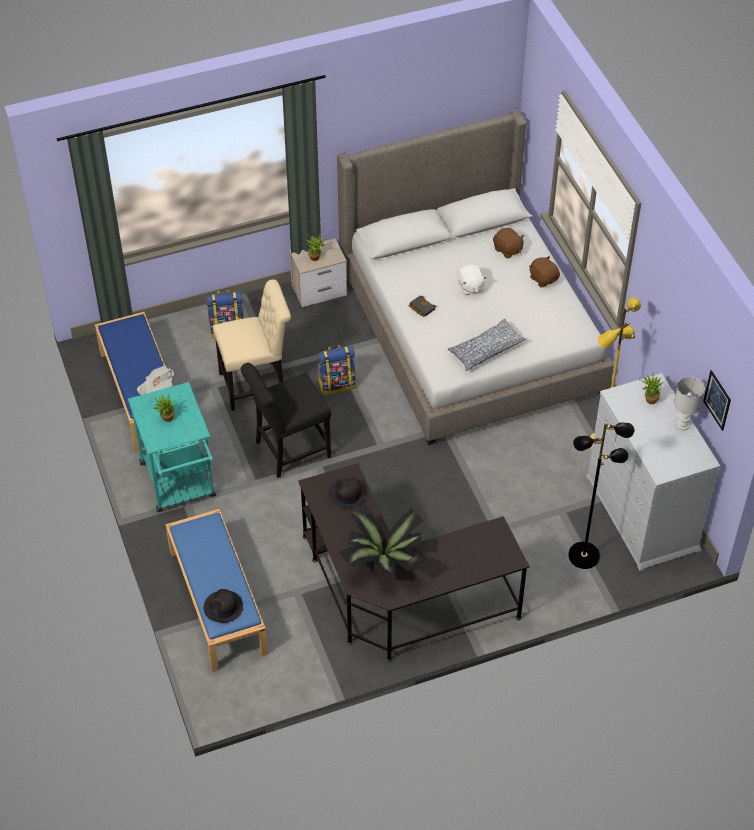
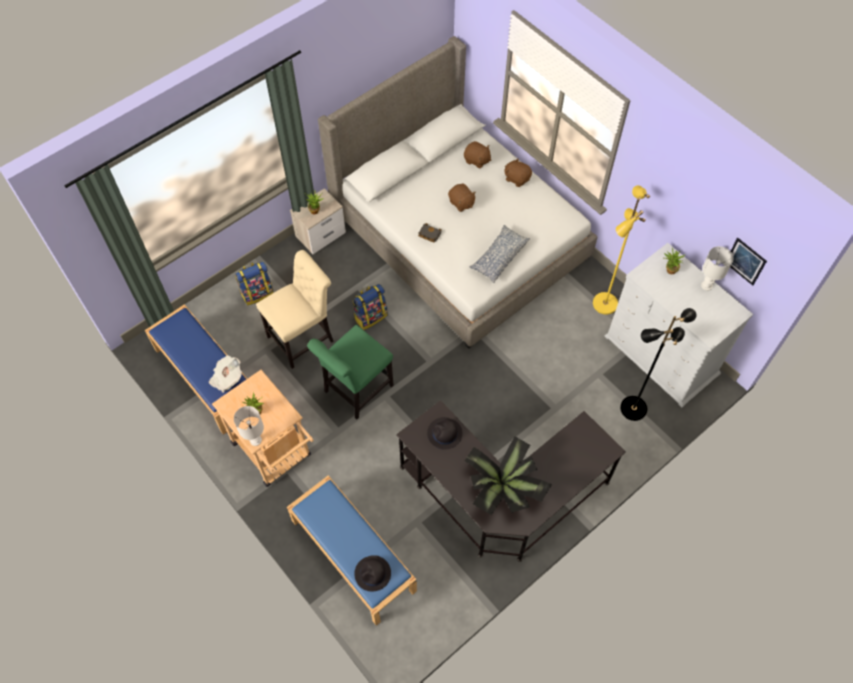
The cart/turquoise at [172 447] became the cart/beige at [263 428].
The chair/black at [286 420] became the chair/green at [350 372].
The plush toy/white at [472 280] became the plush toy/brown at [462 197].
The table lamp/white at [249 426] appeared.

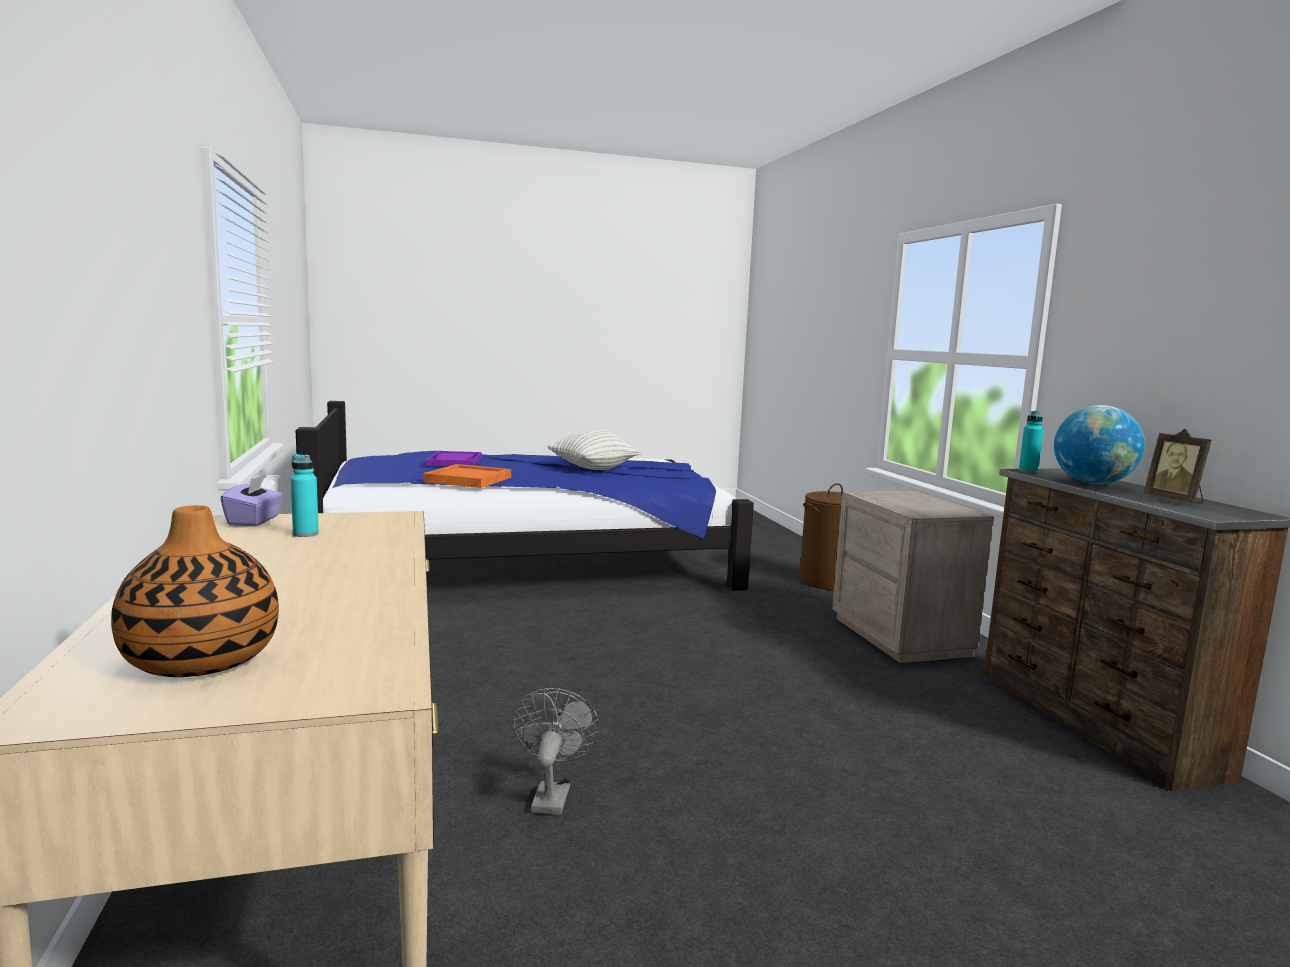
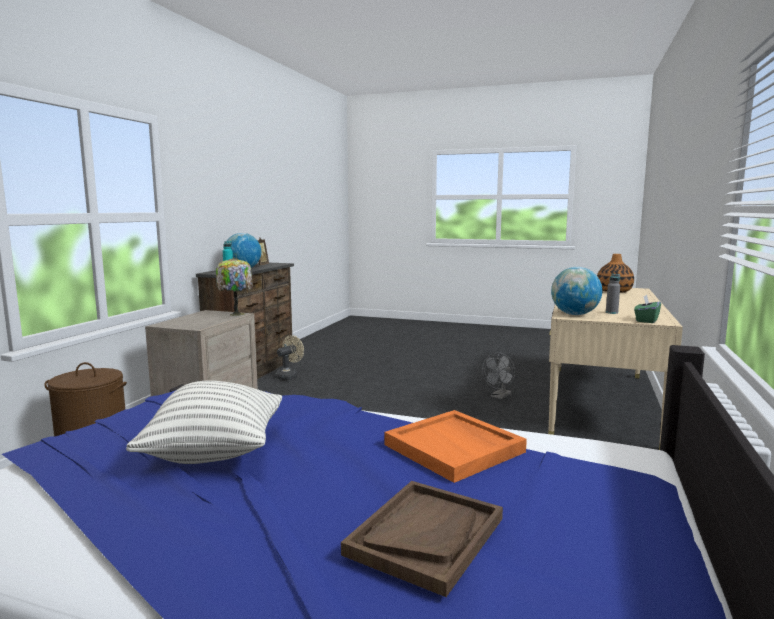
The tissue box/purple at [252 500] became the tissue box/green at [647 309].
The bottle/turquoise at [305 495] became the bottle/grey at [613 294].
The tray/purple at [453 458] became the tray/brown at [422 539].
The table lamp at [234 287] appeared.
The fan/beige at [289 357] appeared.
The globe at [576 291] appeared.

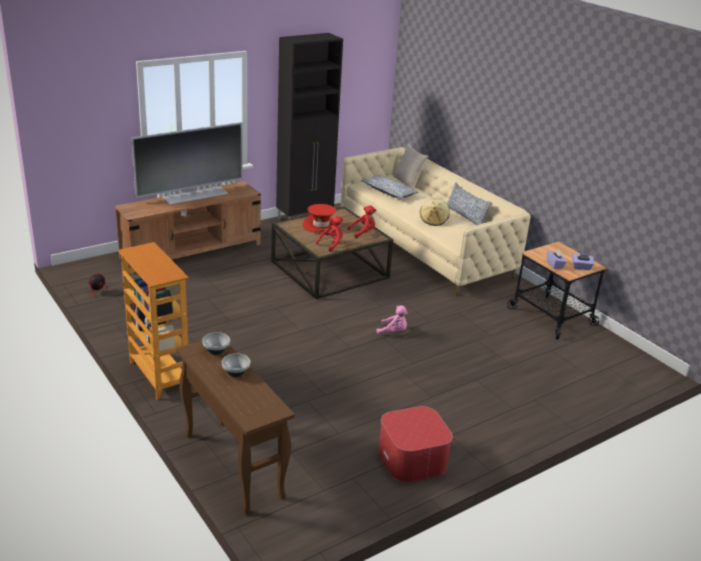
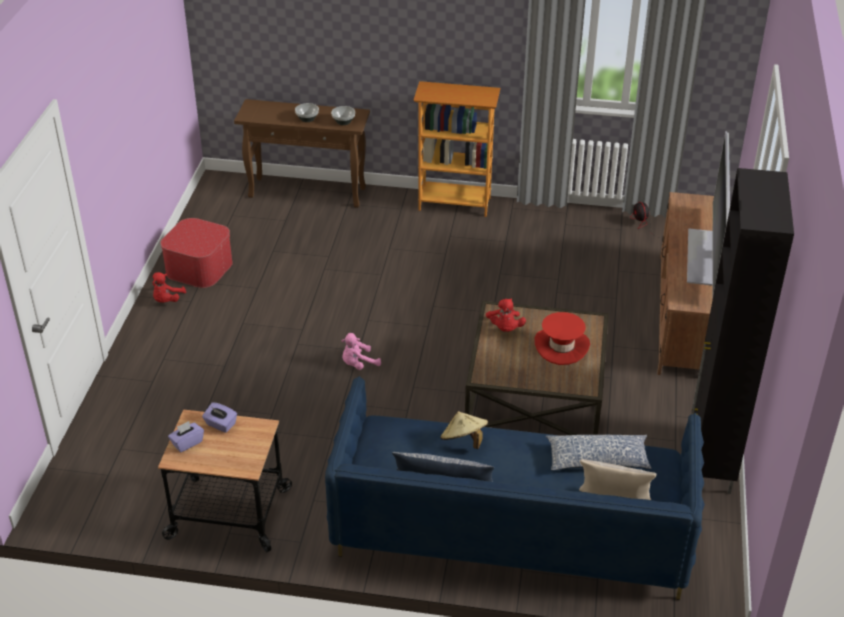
The sofa/beige at [436 221] became the sofa/blue at [515 488].
The plush toy/red moved from [362 221] to [169 287].

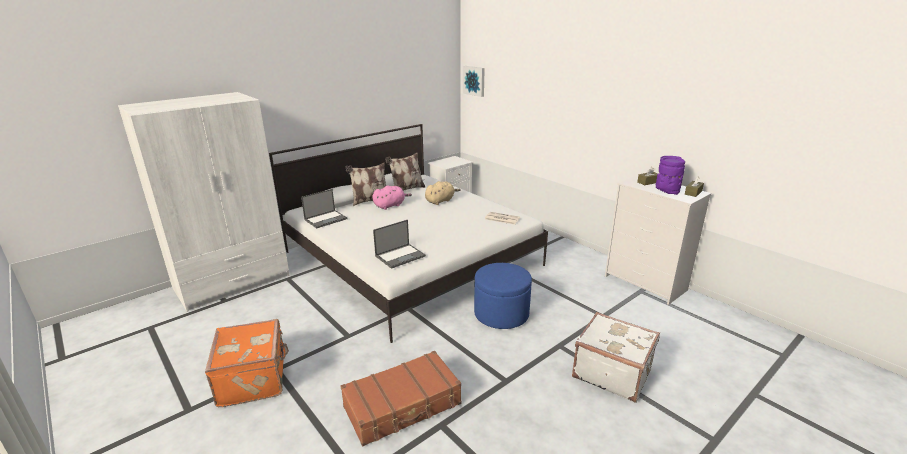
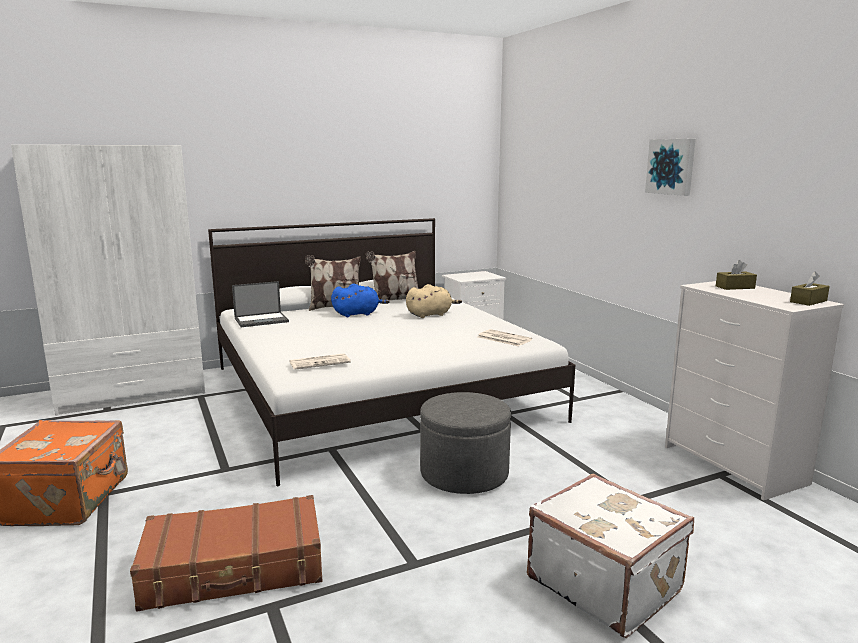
The plush toy/pink at [392 197] became the plush toy/blue at [360 300].
The laptop at [399 244] was replaced by the newspaper at [320 362].
The picture moved from [474 81] to [670 167].
The ottoman/blue at [503 296] became the ottoman/grey at [465 443].
The vase/purple at [670 175] disappeared.

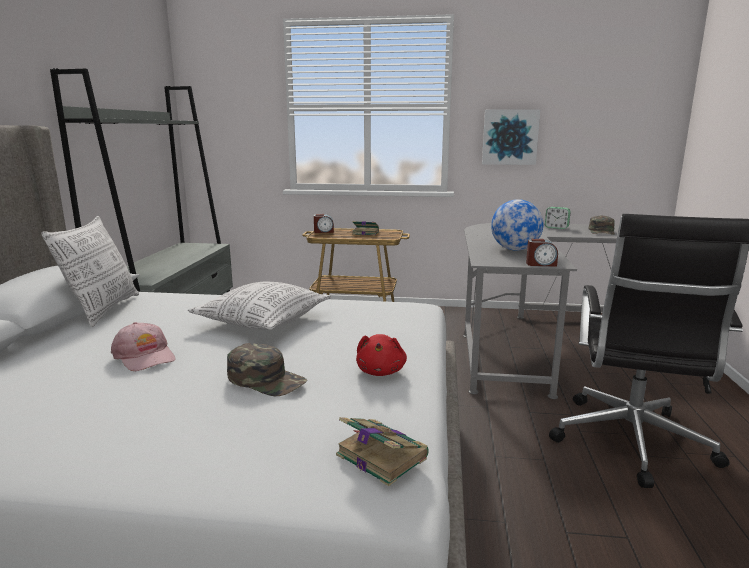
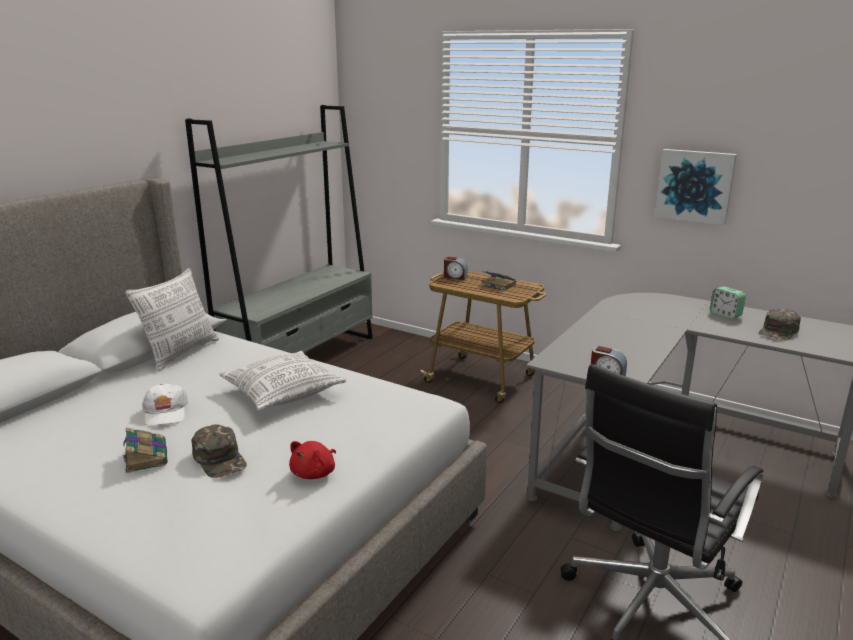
The cap/pink at [143 346] became the cap/white at [165 404].
The book moved from [382 451] to [145 450].
The globe at [517 225] disappeared.

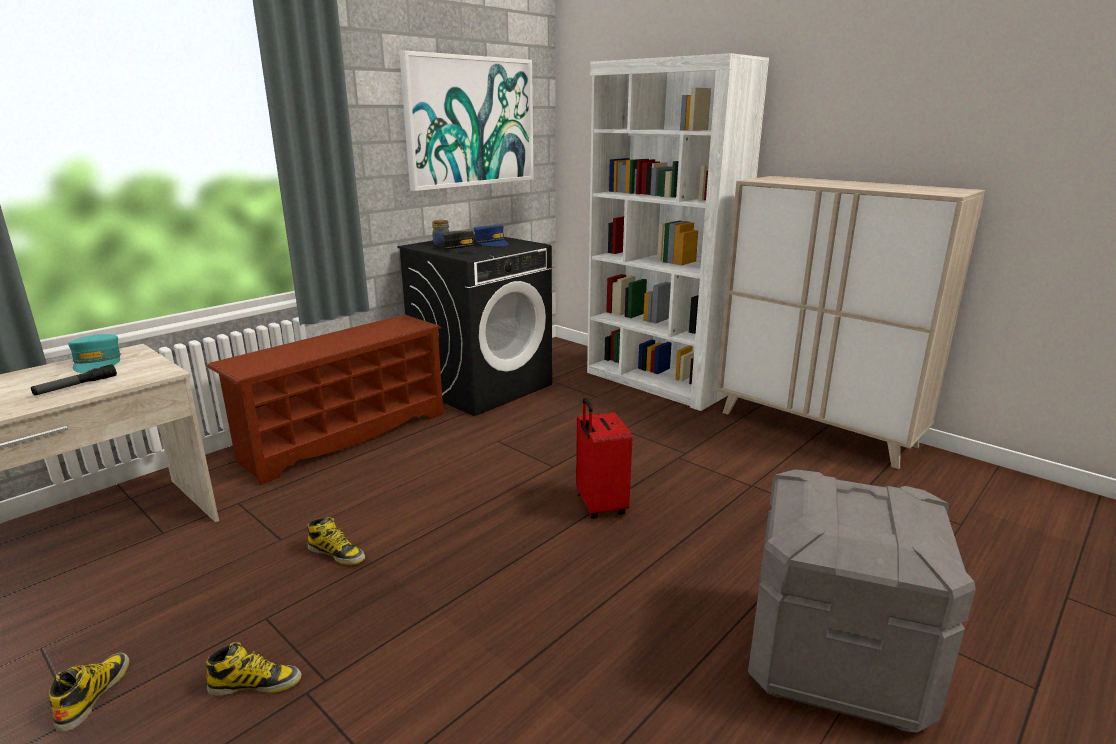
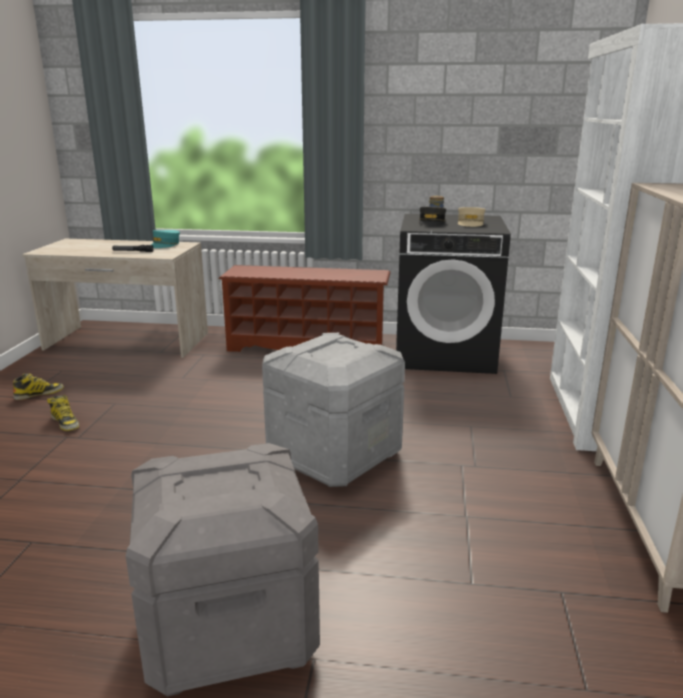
The boot at [336 541] disappeared.
The picture at [466 120] disappeared.
The cap/blue at [491 235] became the cap/beige at [471 217].
The suitcase/red at [604 458] was replaced by the storage box/grey at [333 410].

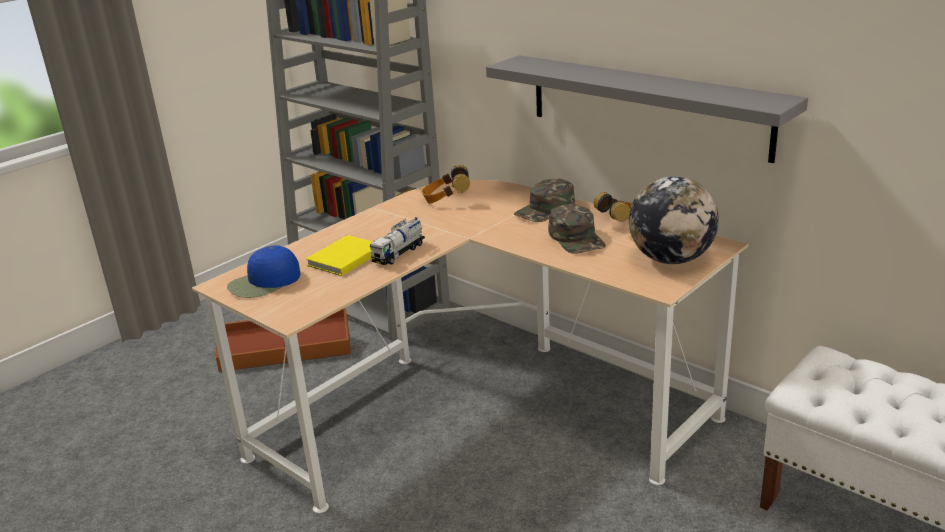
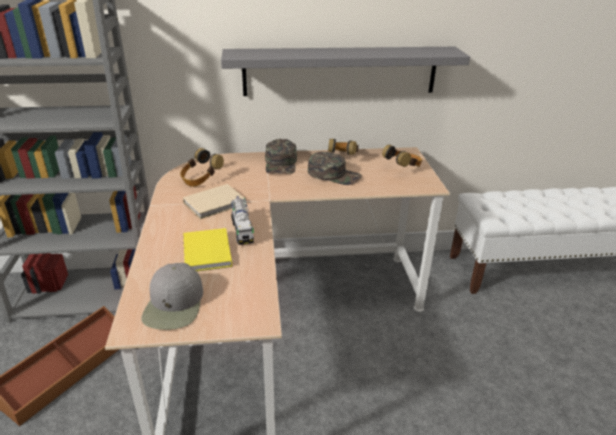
The cap/blue at [263 271] became the cap/grey at [172 296].
The globe at [674 220] was replaced by the headphones at [402 156].
The book/beige at [214 201] appeared.

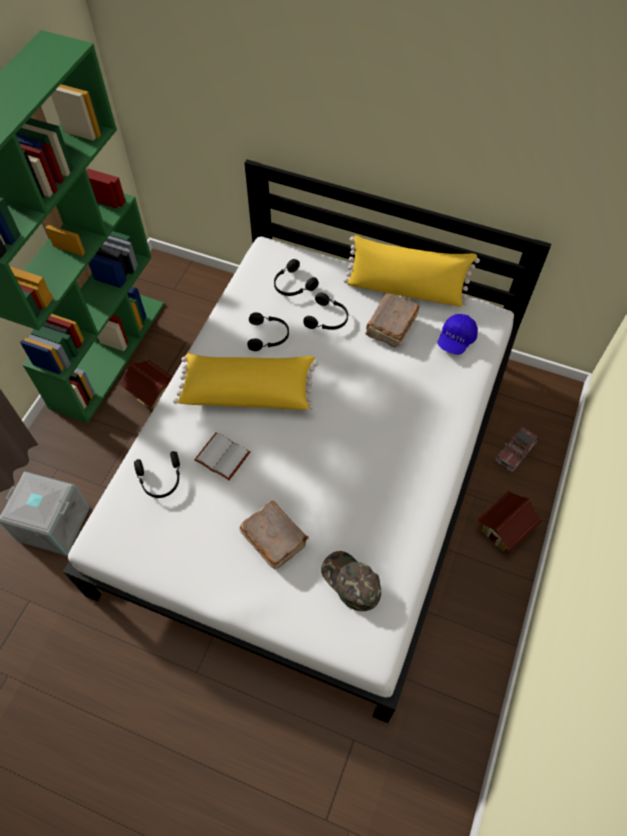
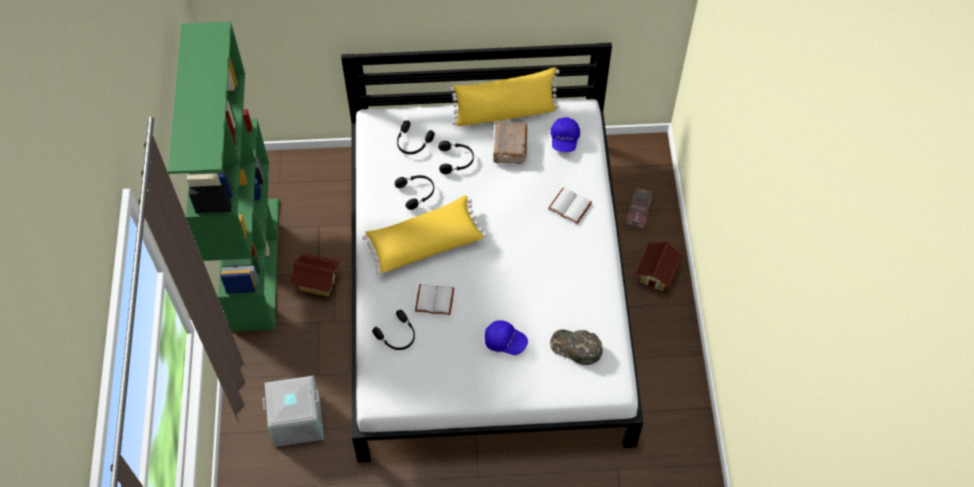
The book/brown at [274 535] was replaced by the cap/blue at [506 337].
The book/white at [570 206] appeared.

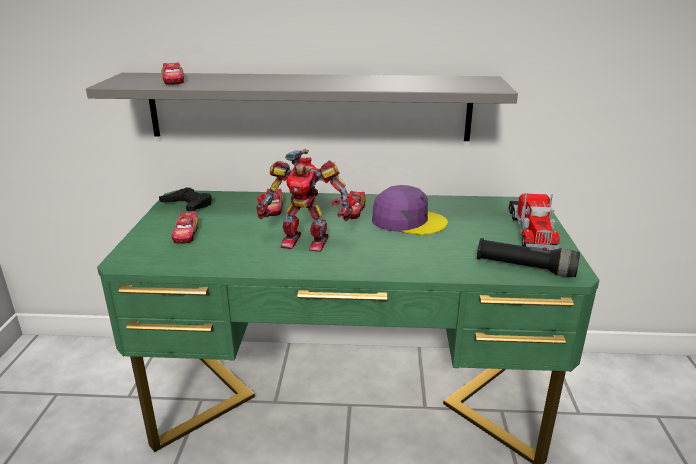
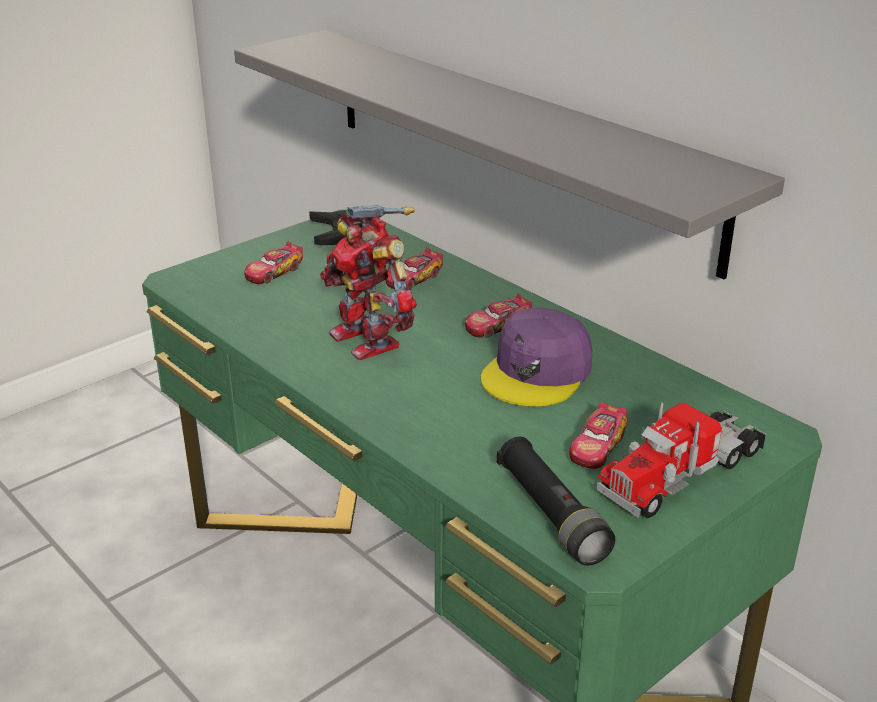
The toy car moved from [172 73] to [598 435].
The cap/purple at [410 210] turned 60 degrees clockwise.

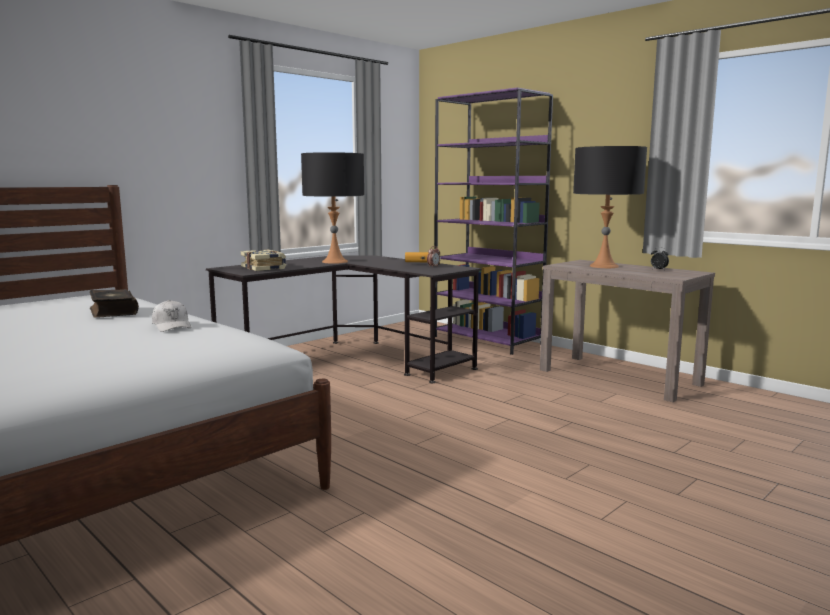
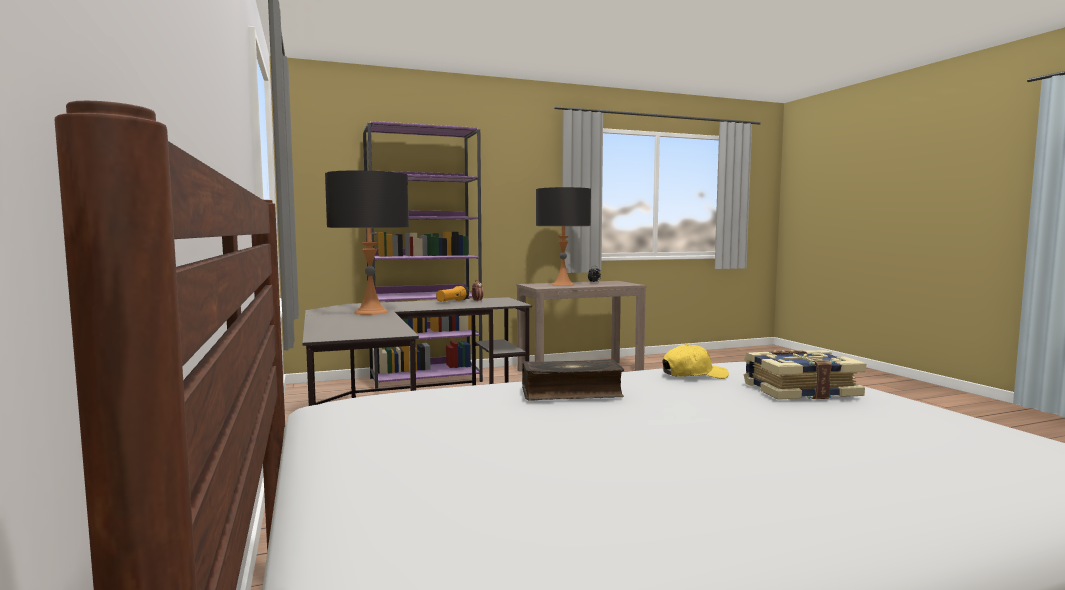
The cap/white at [172 316] became the cap/yellow at [695 361].
The book moved from [263 260] to [805 375].

